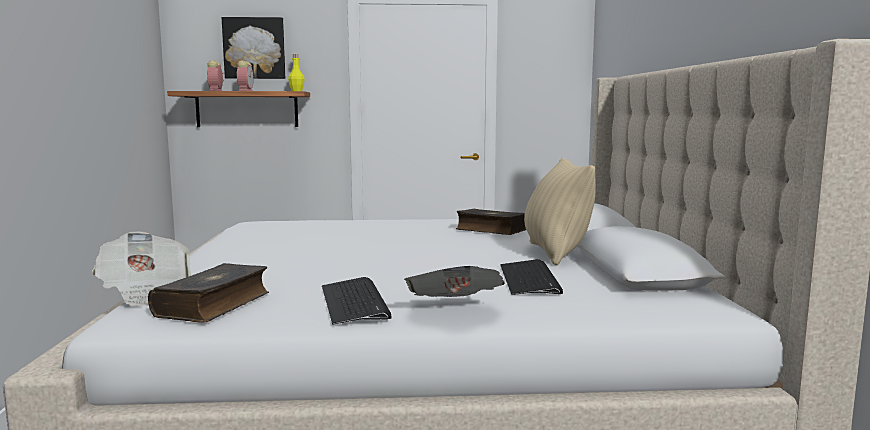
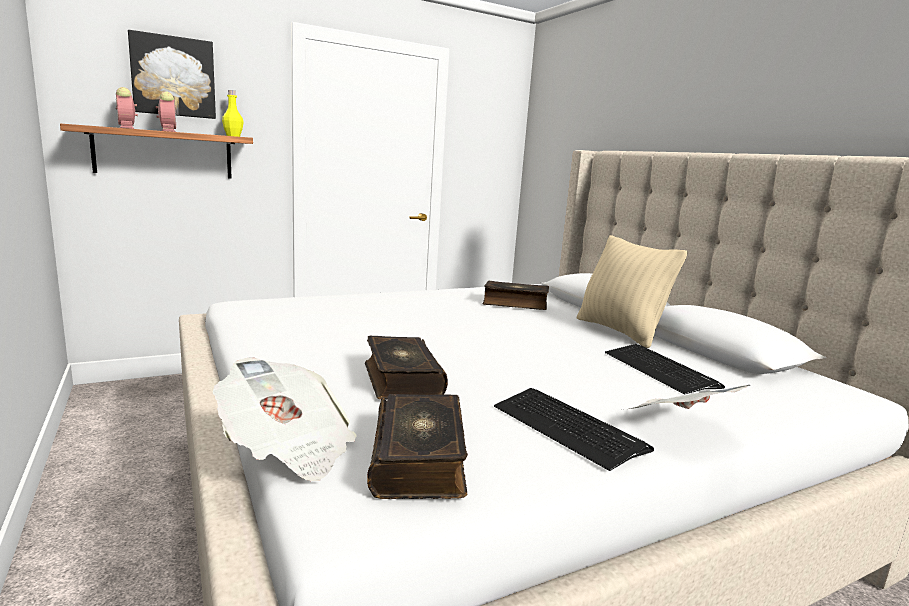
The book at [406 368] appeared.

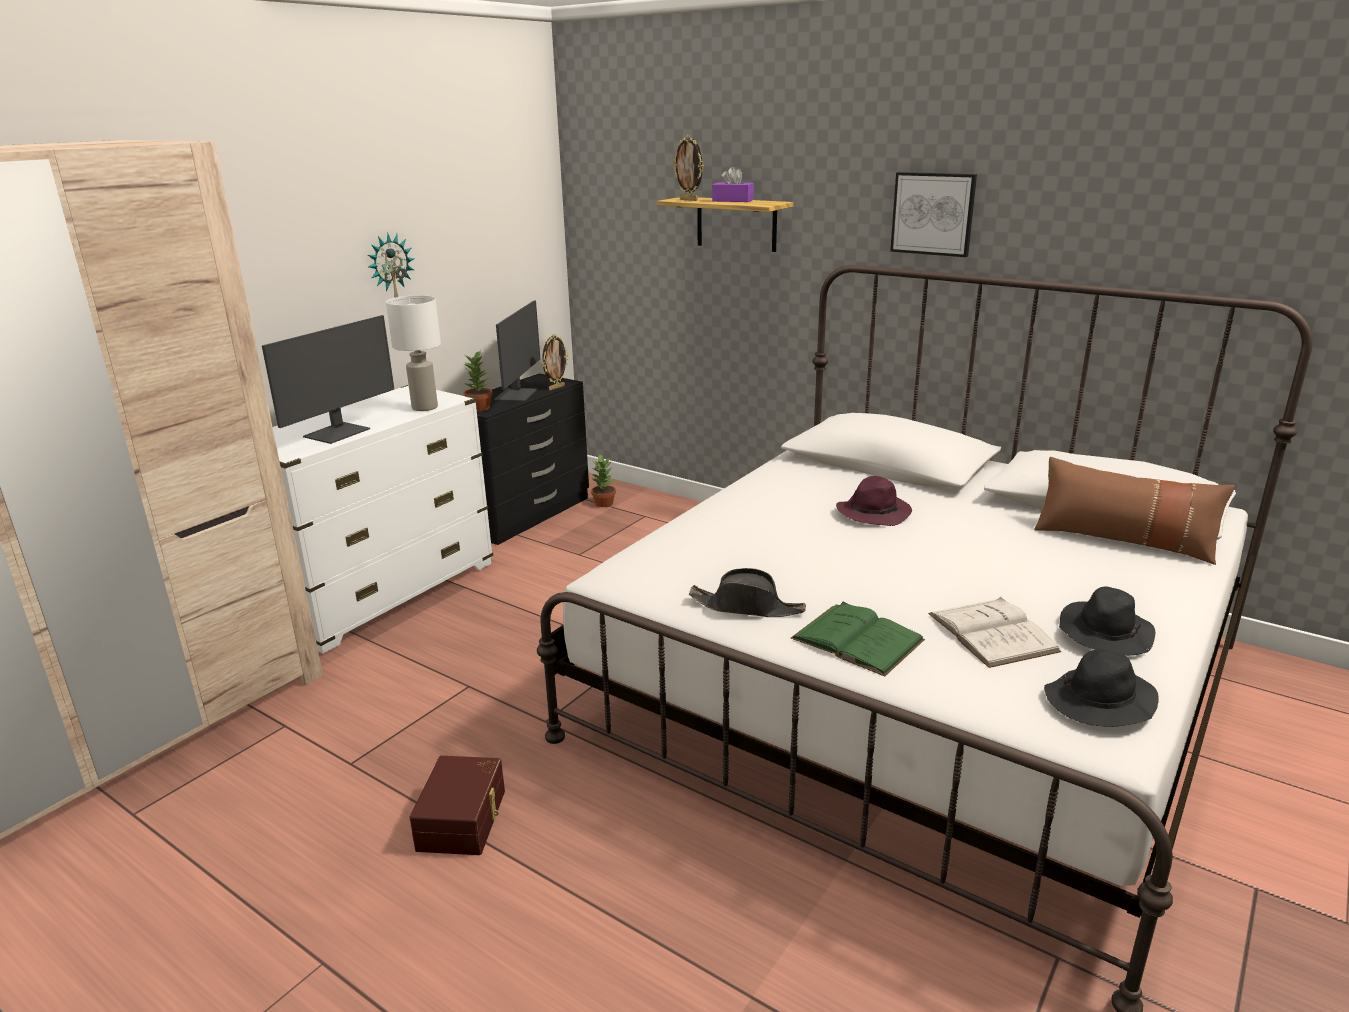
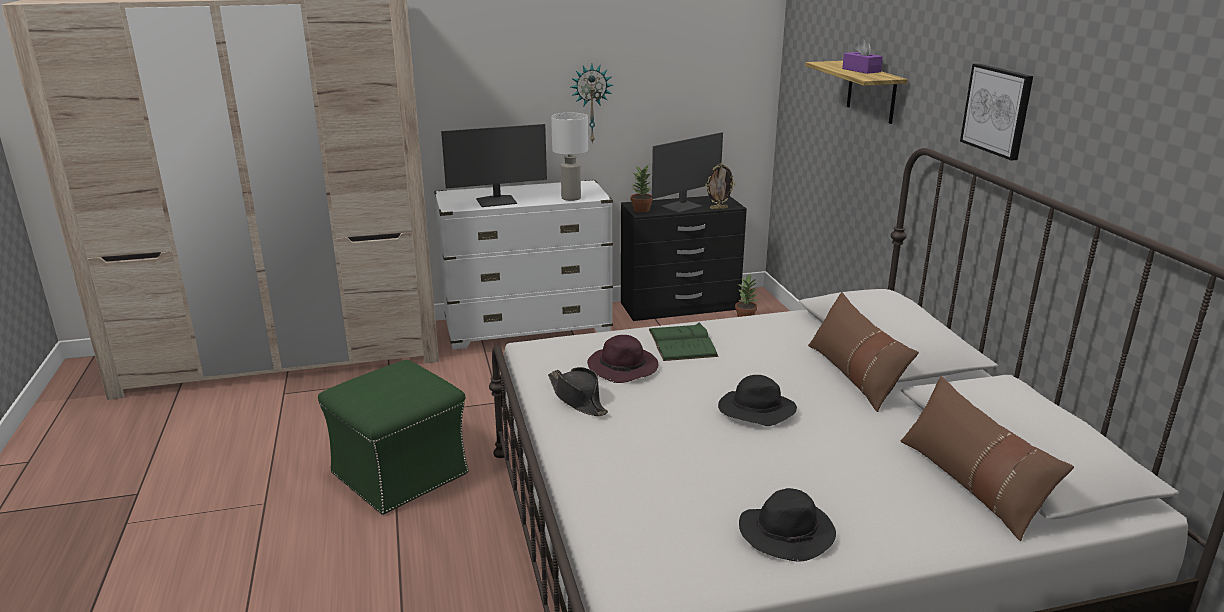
The storage box/brown at [457 805] was replaced by the ottoman/green at [393 437].
The picture frame at [688 168] disappeared.
The book/green moved from [858 639] to [683 341].
The hat/purple moved from [874 501] to [622 359].
The book/white at [994 632] disappeared.
The hat/black moved from [1101 688] to [757 400].
The pillow/brown at [863 352] appeared.

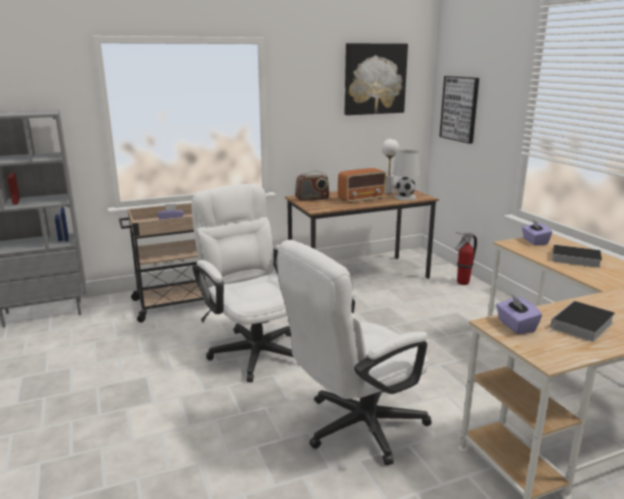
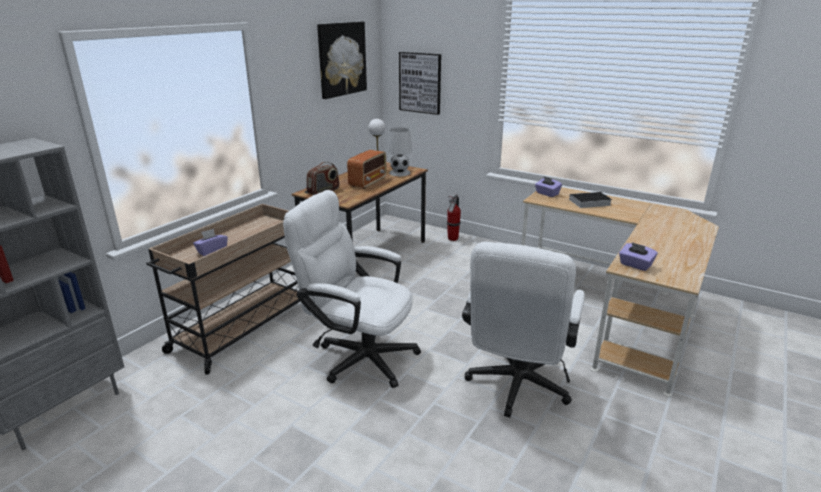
The book at [582 321] disappeared.

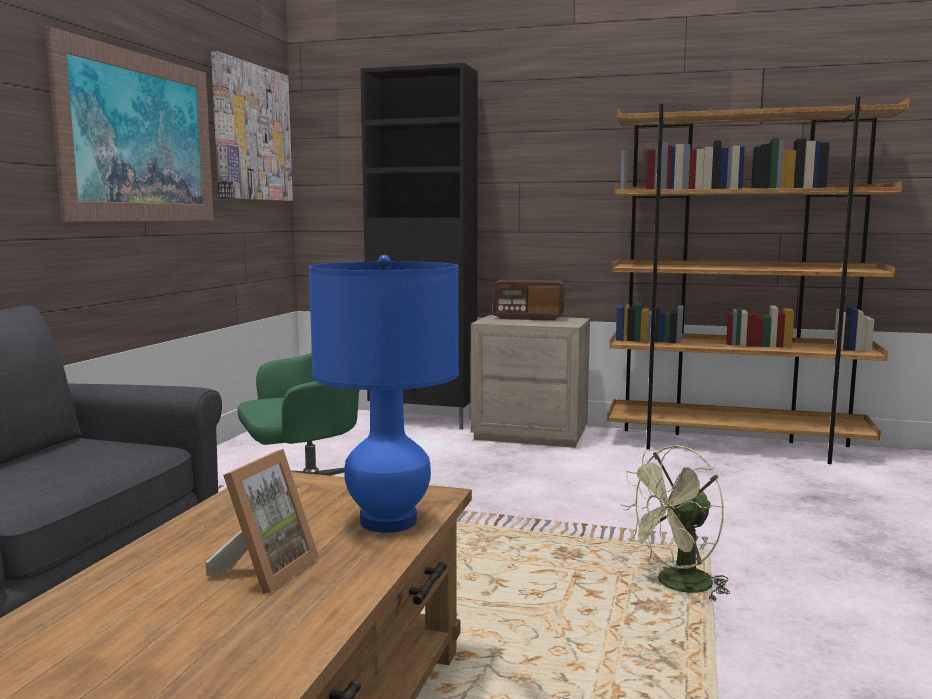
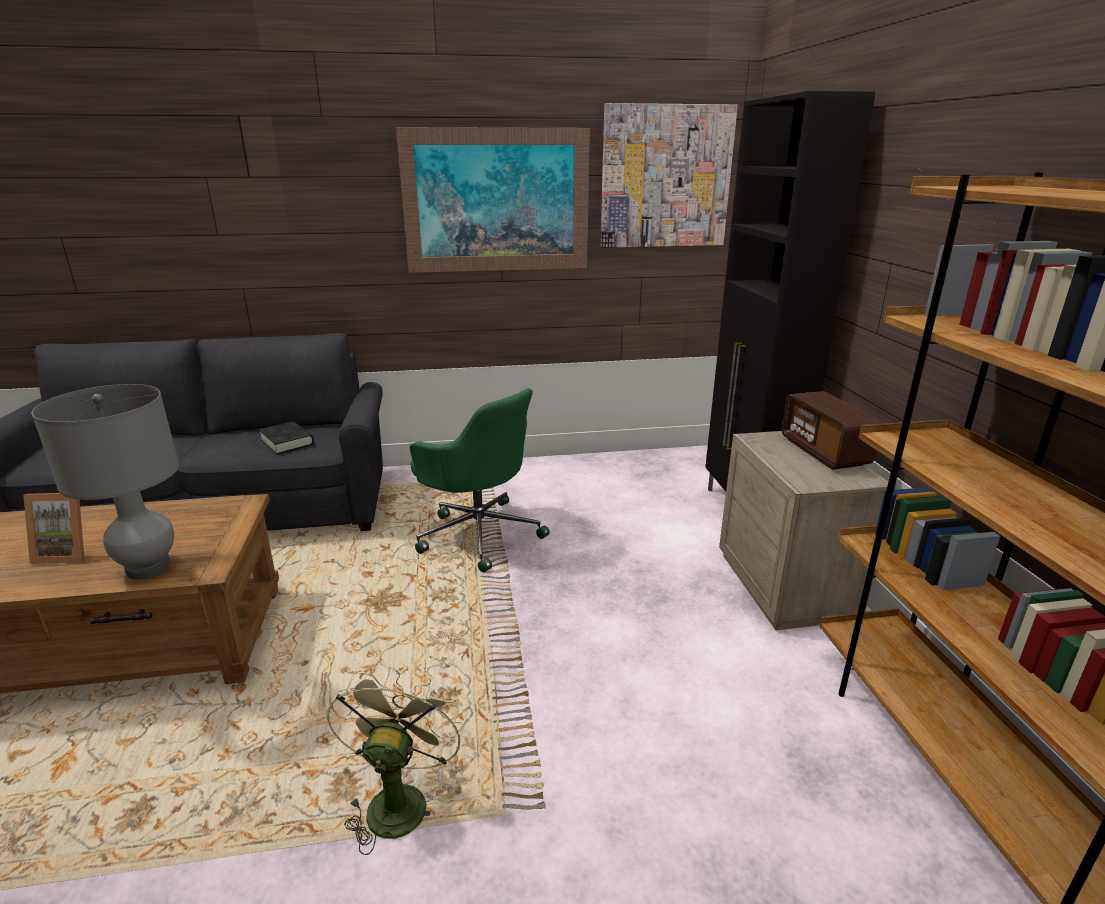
The table lamp/blue at [384 394] became the table lamp/grey at [105 481].
The fan/green at [675 523] turned 60 degrees clockwise.
The book/black at [286 437] appeared.

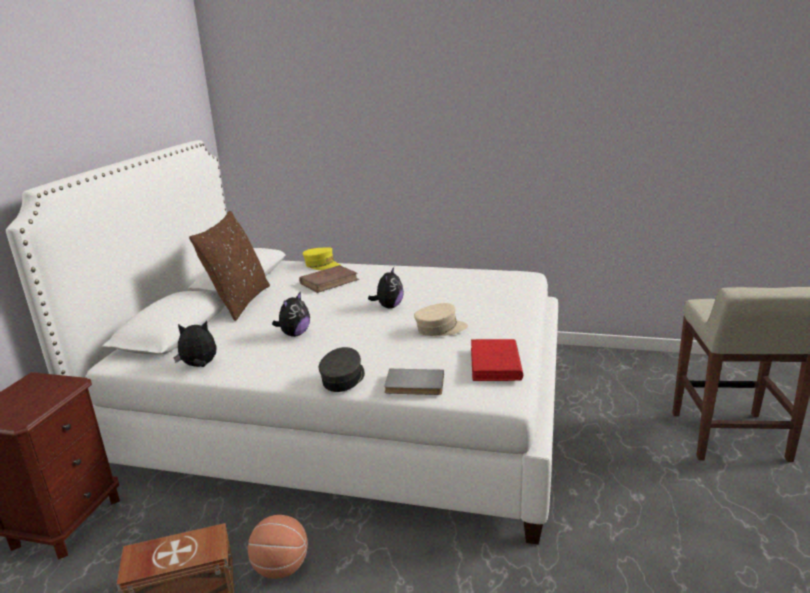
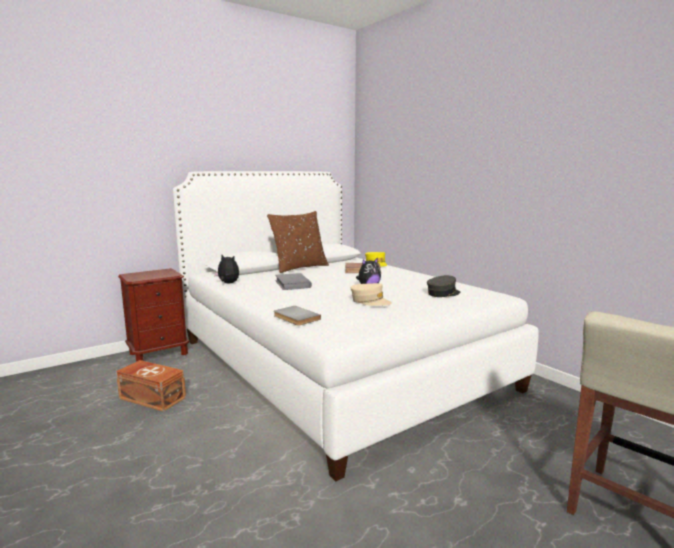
The basketball at [278 547] disappeared.
The plush toy at [291 314] was replaced by the book/grey at [294 281].
The cap/grey moved from [341 369] to [443 286].
The book/red at [497 360] disappeared.

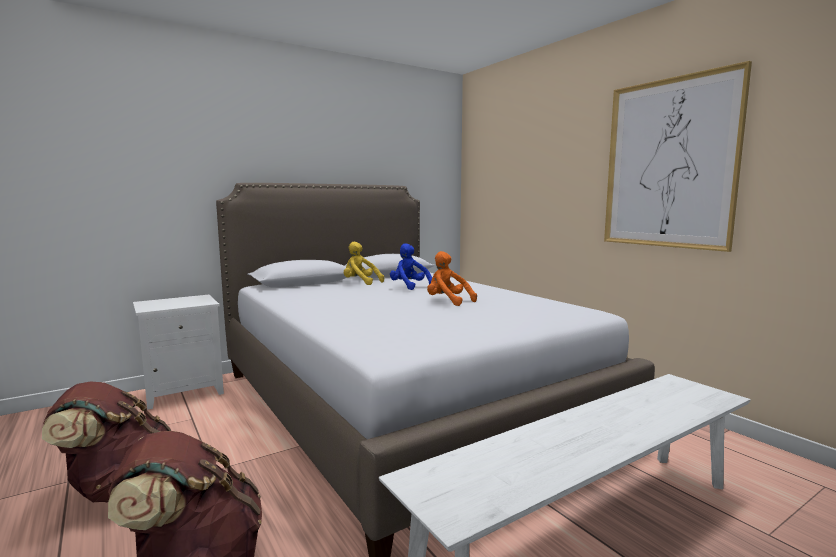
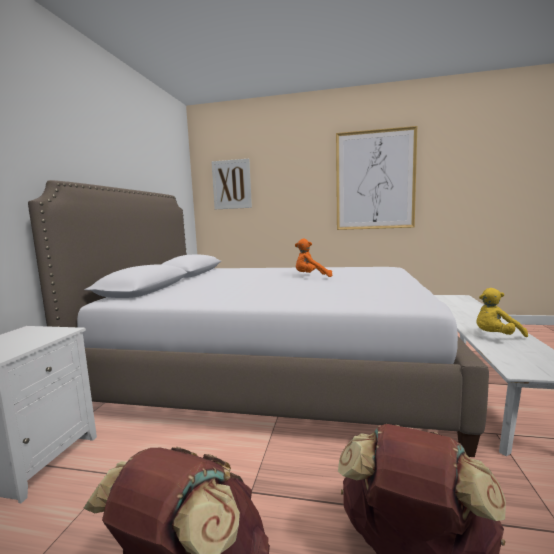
The plush toy/yellow moved from [364 263] to [502 312].
The plush toy/blue at [411 266] disappeared.
The picture at [231 184] appeared.

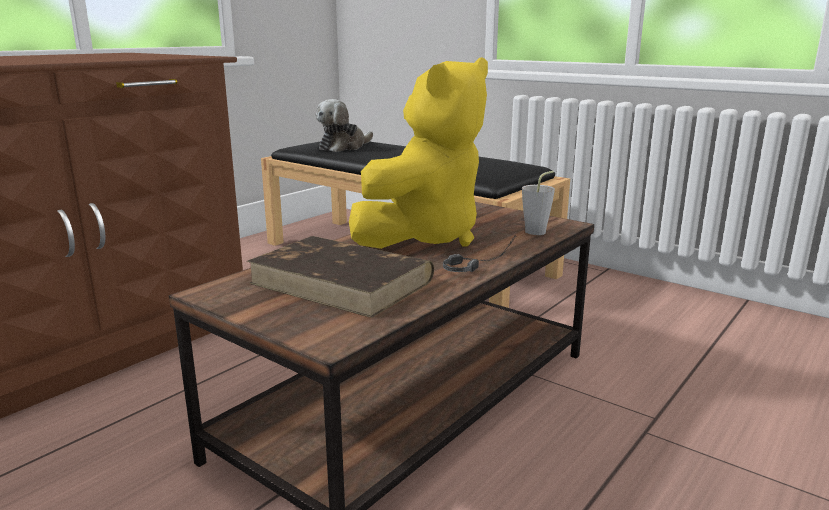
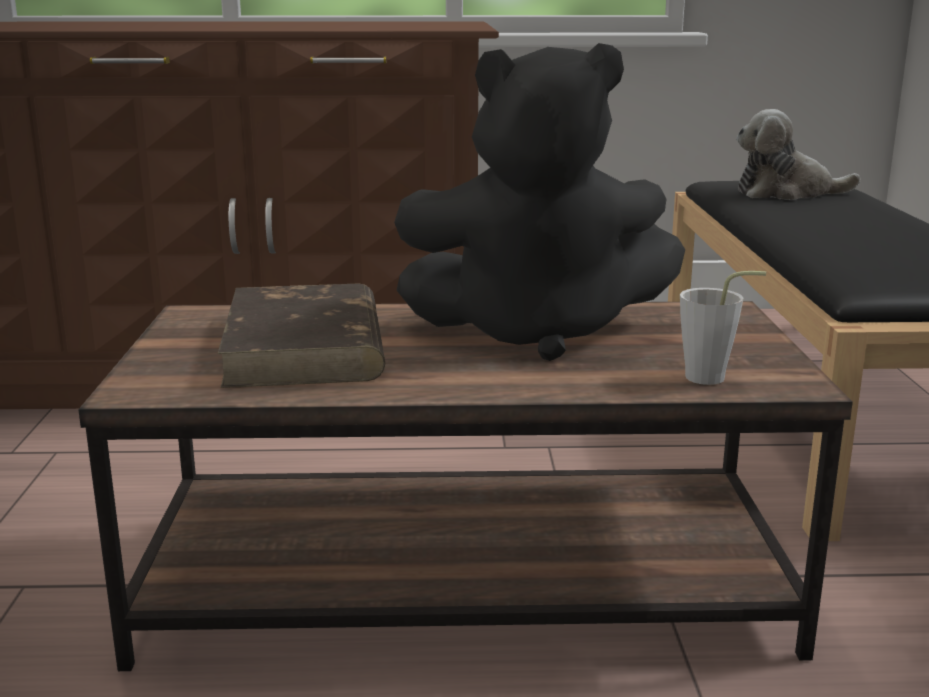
The plush toy/yellow at [418 153] became the plush toy/black at [539 202].
The headphones at [479 253] disappeared.

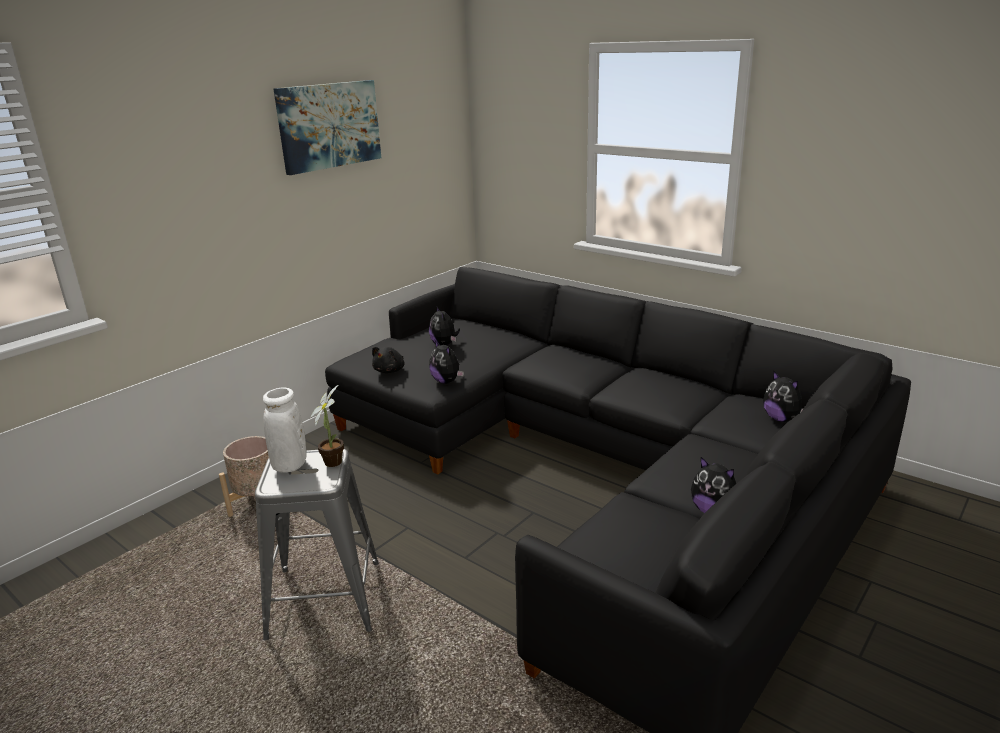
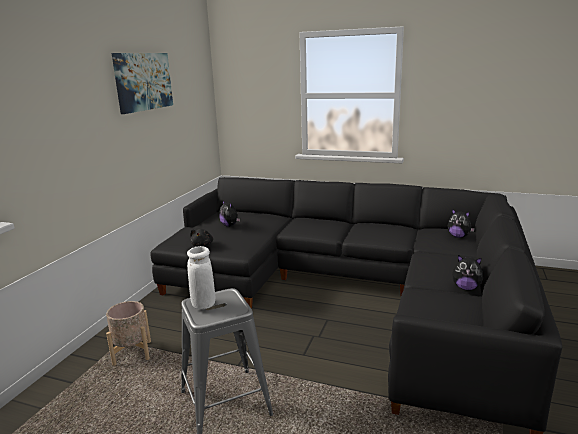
The potted plant at [327 426] disappeared.
The plush toy at [446 361] disappeared.

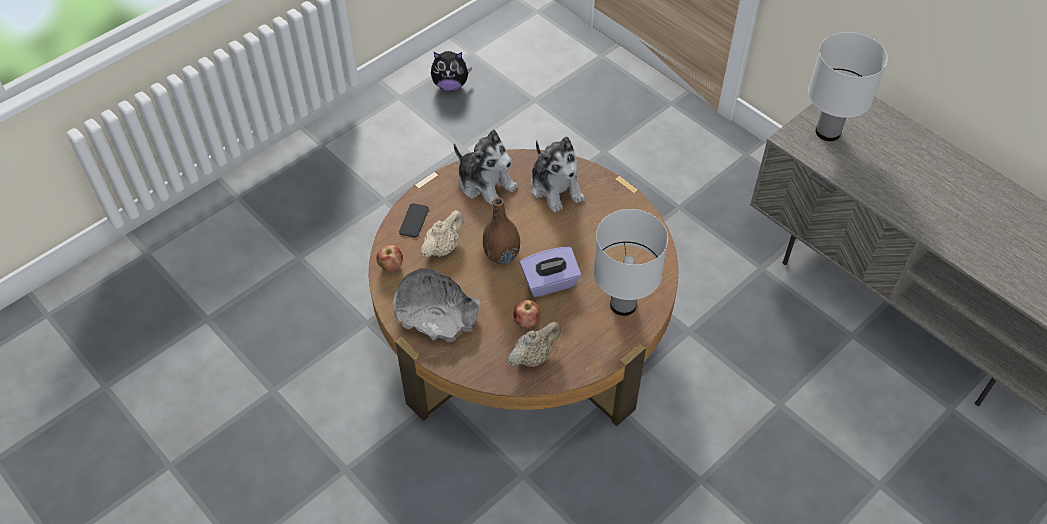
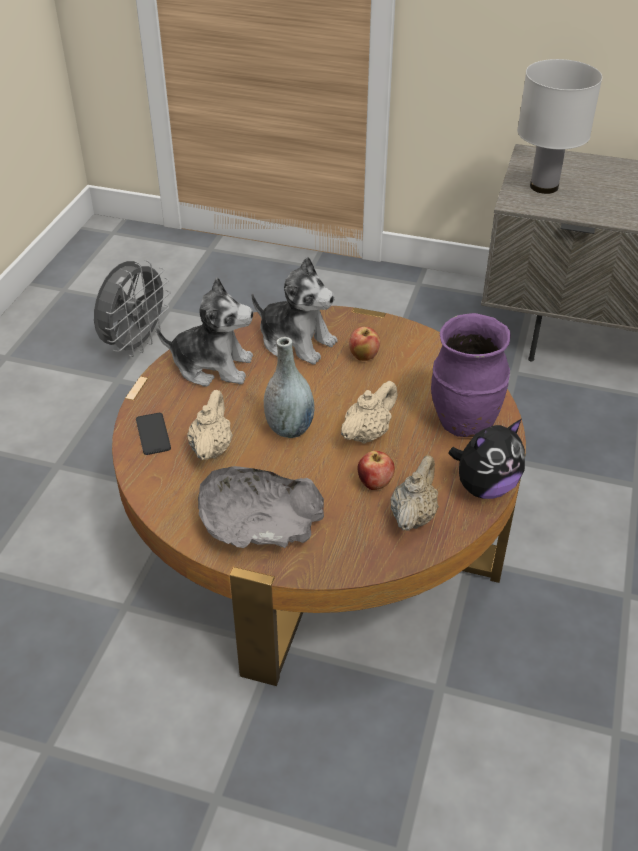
The apple moved from [389 258] to [364 344].
The plush toy moved from [451 71] to [486 459].
The vase/brown at [501 231] became the vase/grey at [289 387].
The tissue box/purple at [550 272] was replaced by the teapot/beige at [369 412].
The table lamp/white at [630 262] was replaced by the vase/purple at [471 375].
The fan/grey at [132 308] appeared.

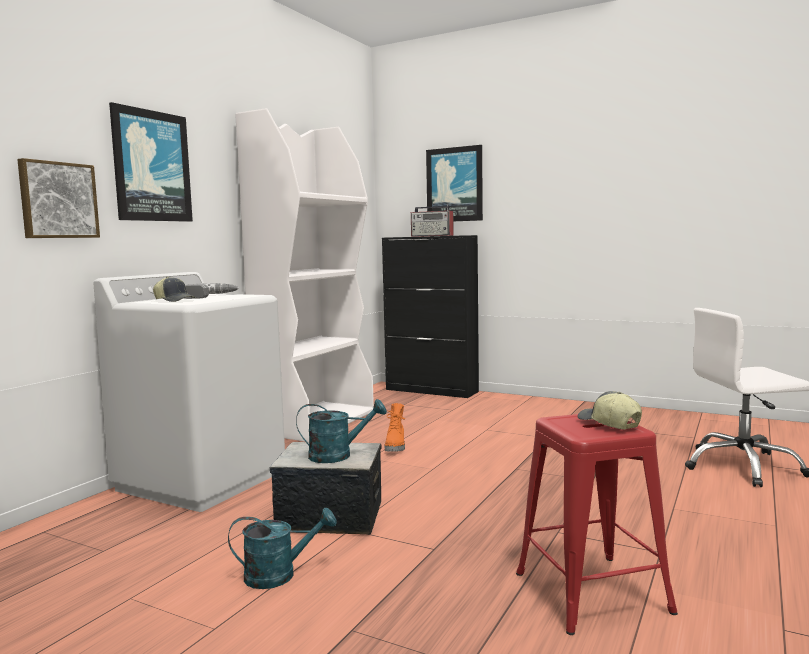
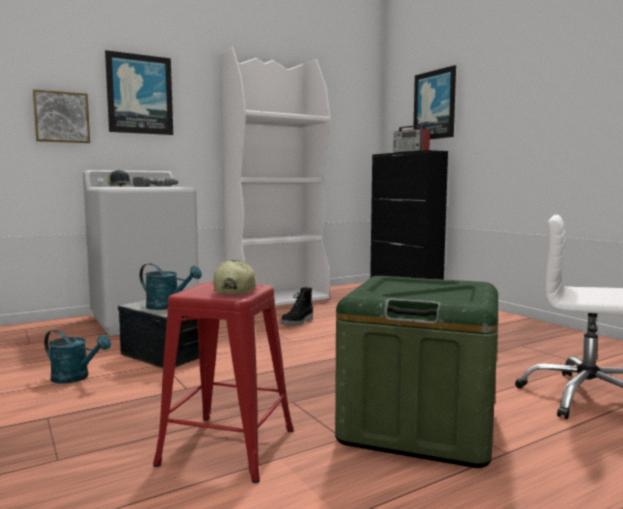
The boot/orange at [395 427] became the boot/black at [297 306].
The storage box/green at [416 372] appeared.

